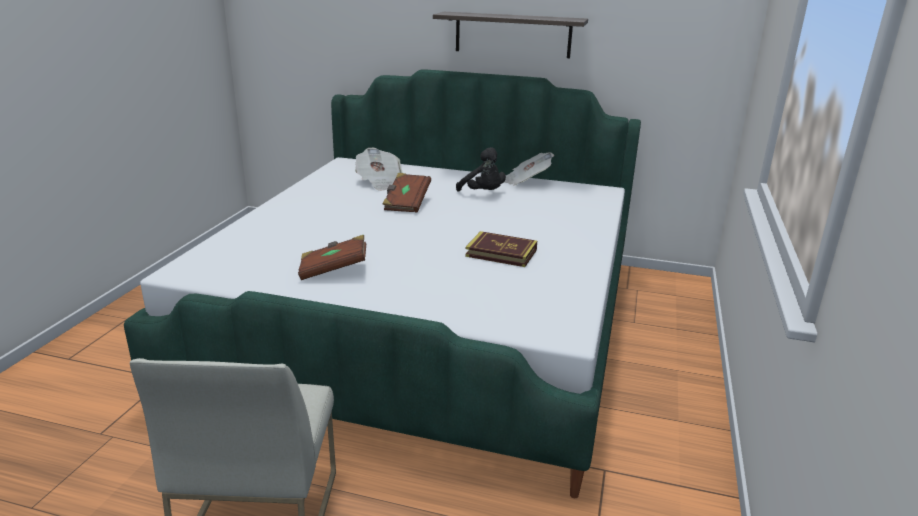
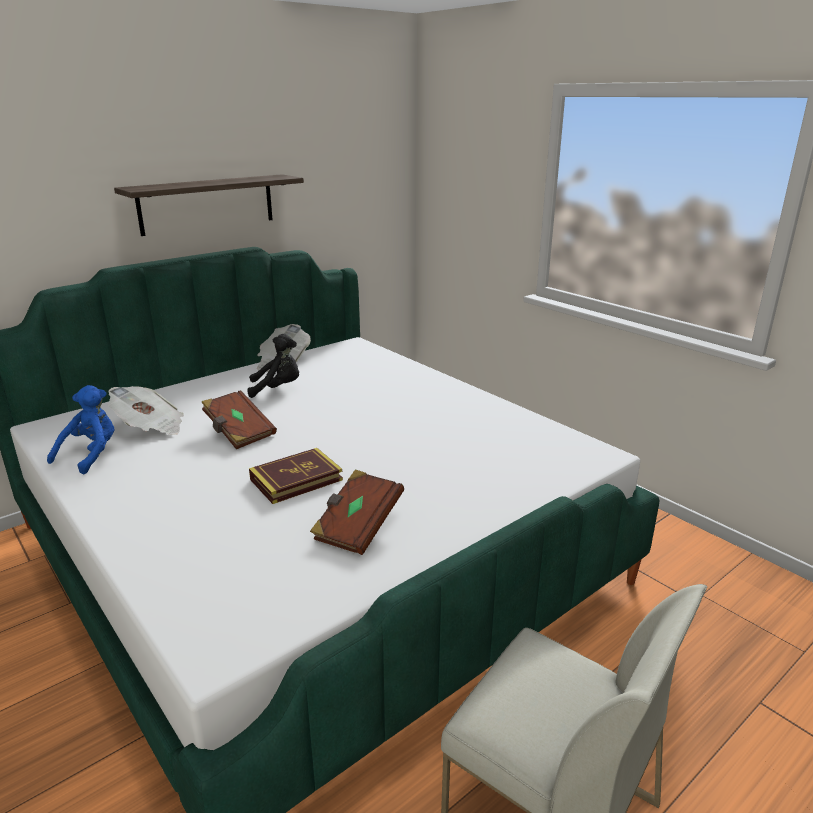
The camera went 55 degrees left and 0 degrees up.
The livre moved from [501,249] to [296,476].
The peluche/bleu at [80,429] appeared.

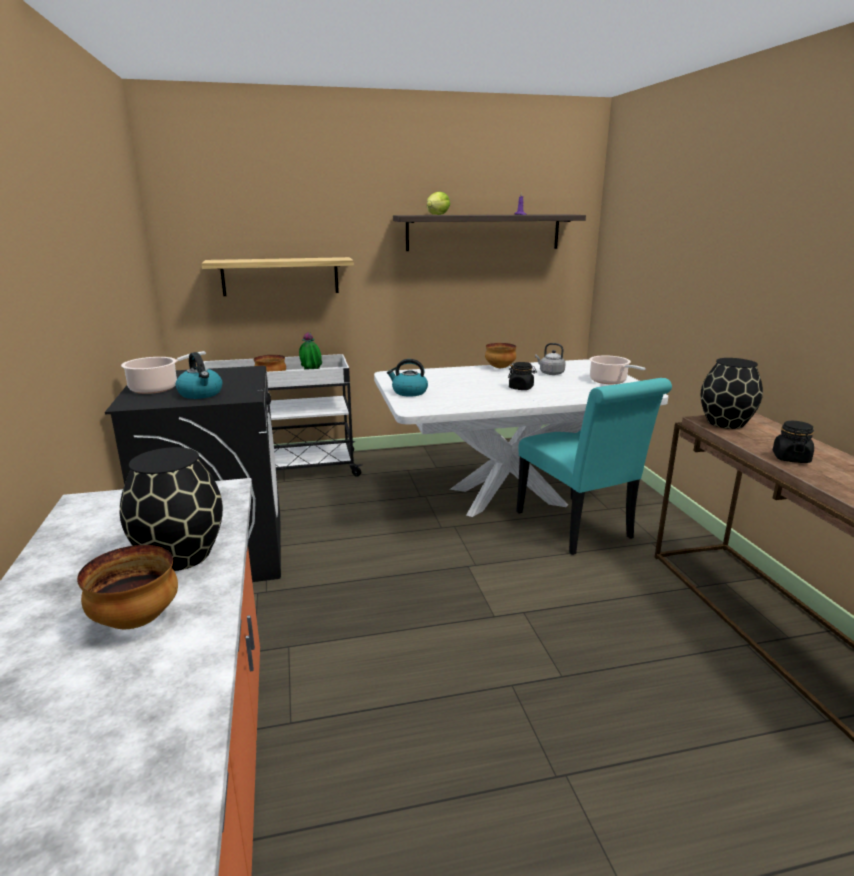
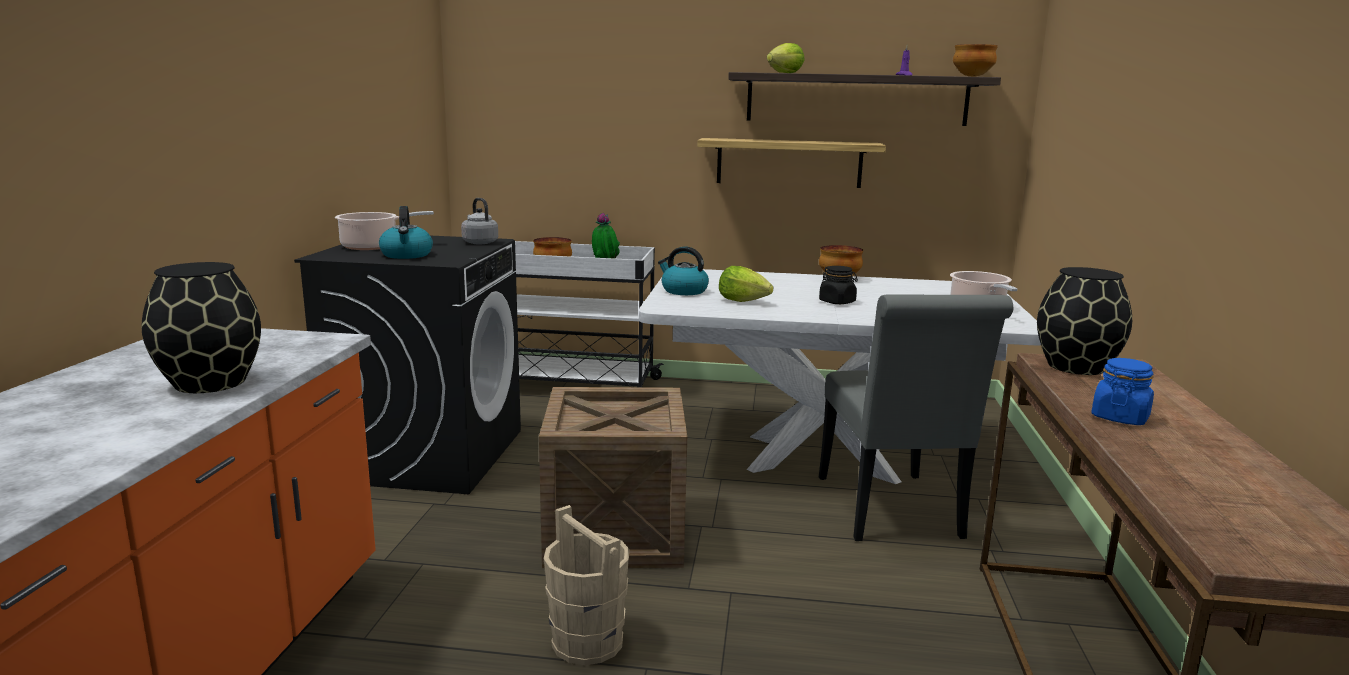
The camera went 20 degrees right and 5 degrees down.
The bol moved from [127,587] to [975,60].
The étagère moved from [277,276] to [791,163].
The chaise/turquoise at [594,466] became the chaise/gris at [916,417].
The bouilloire/gris moved from [550,359] to [479,221].
The bocal/noir at [793,442] became the bocal/bleu at [1122,391].
The caisse at [613,477] appeared.
The seau/beige at [586,585] appeared.
The laitue at [746,284] appeared.

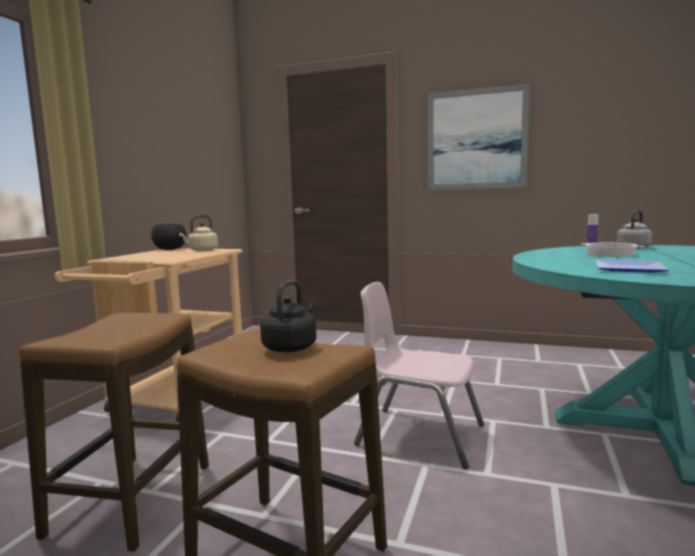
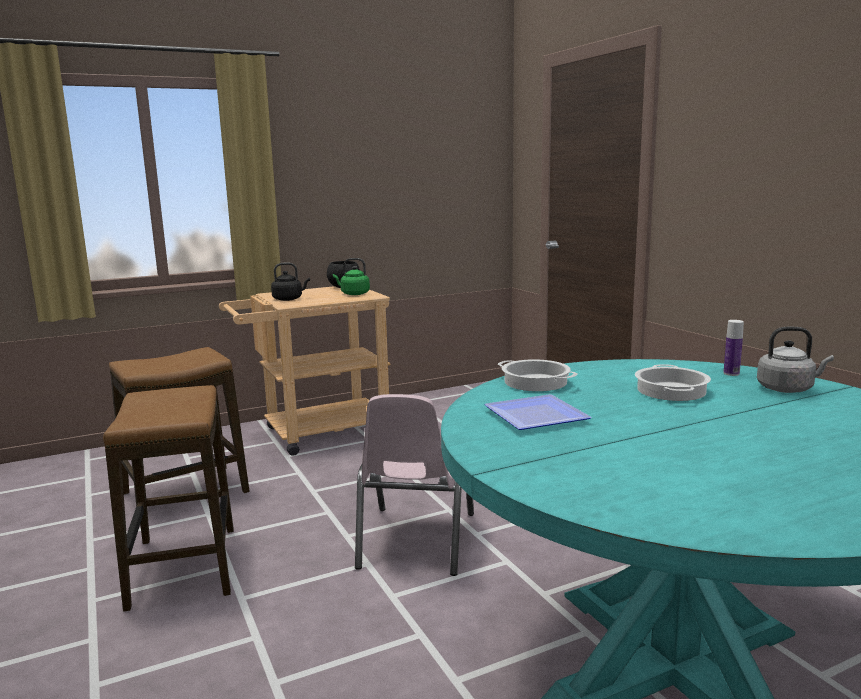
The camera went 45 degrees right and 5 degrees up.
The bouilloire/beige at [198,233] became the bouilloire/vert at [351,276].
The bouilloire/noir moved from [288,316] to [290,282].
The chaise/rose at [419,375] turned 150 degrees counterclockwise.
The tableau at [479,136] disappeared.
The marmite at [537,375] appeared.

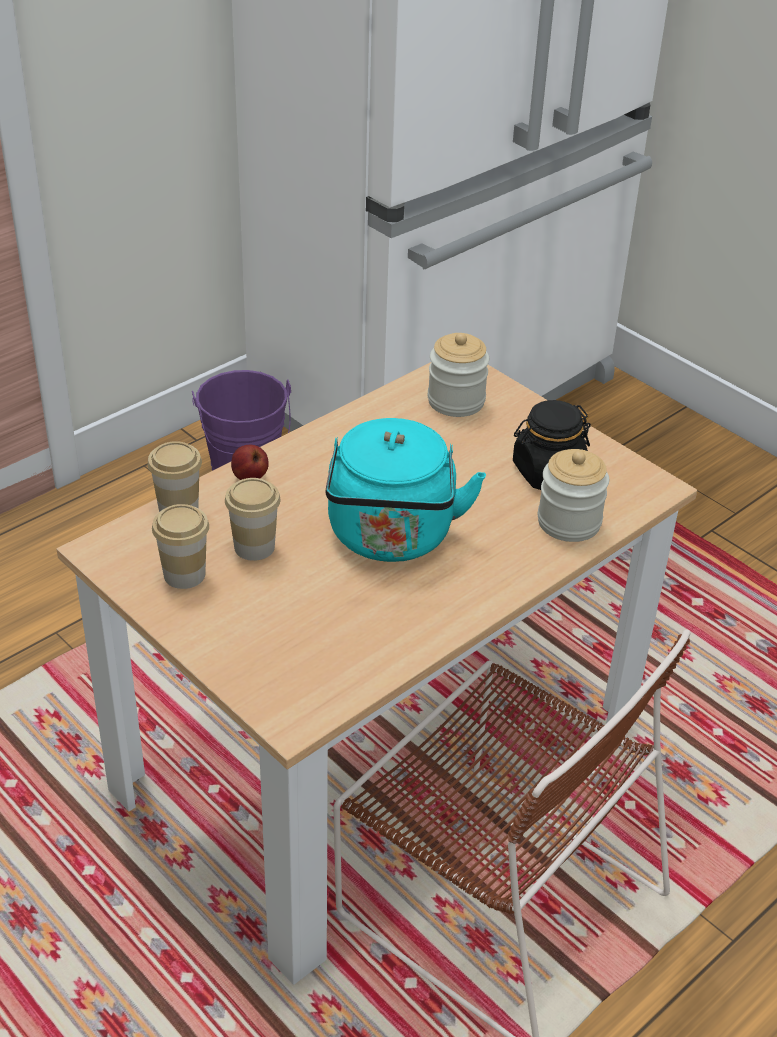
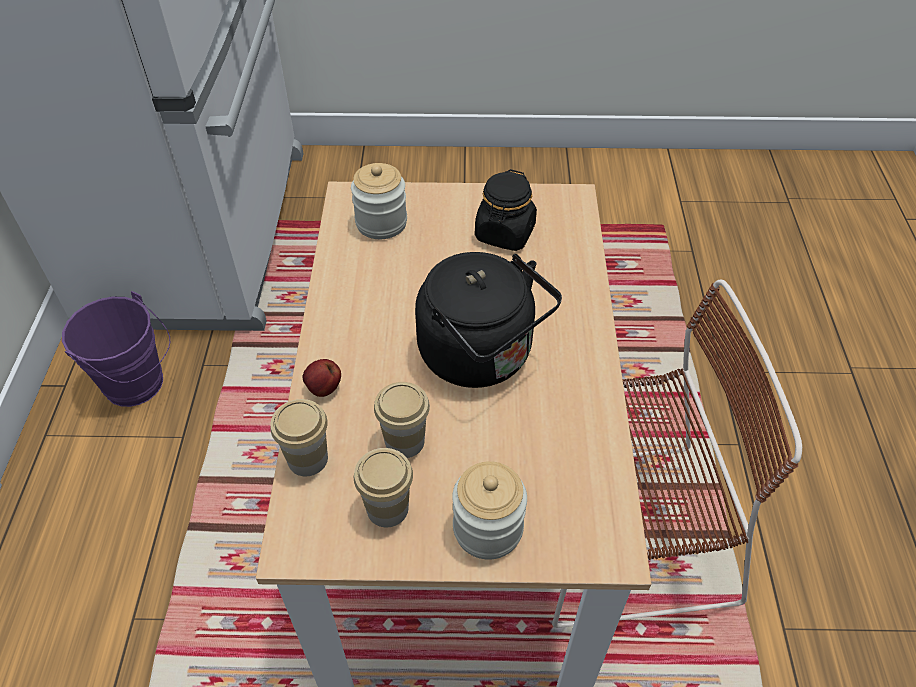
The camera went 45 degrees left and 10 degrees up.
The bouilloire/turquoise at [405,490] became the bouilloire/noir at [488,320].
The bocal moved from [573,495] to [489,510].

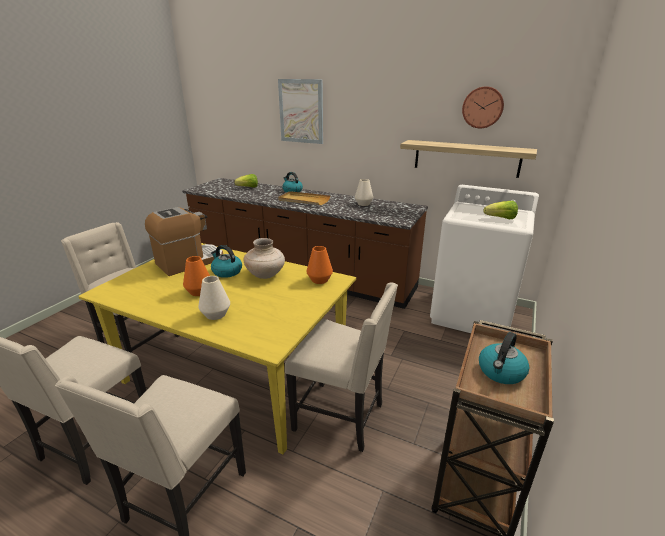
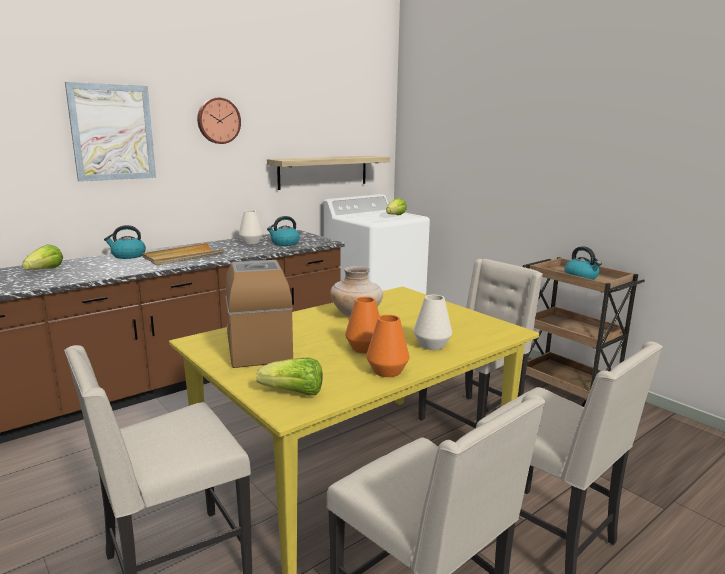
The camera went 65 degrees left and 10 degrees down.
The bouilloire moved from [226,261] to [283,231].
The vase/orange moved from [319,265] to [388,346].
The horloge murale moved from [483,107] to [219,121].
The laitue at [289,376] appeared.

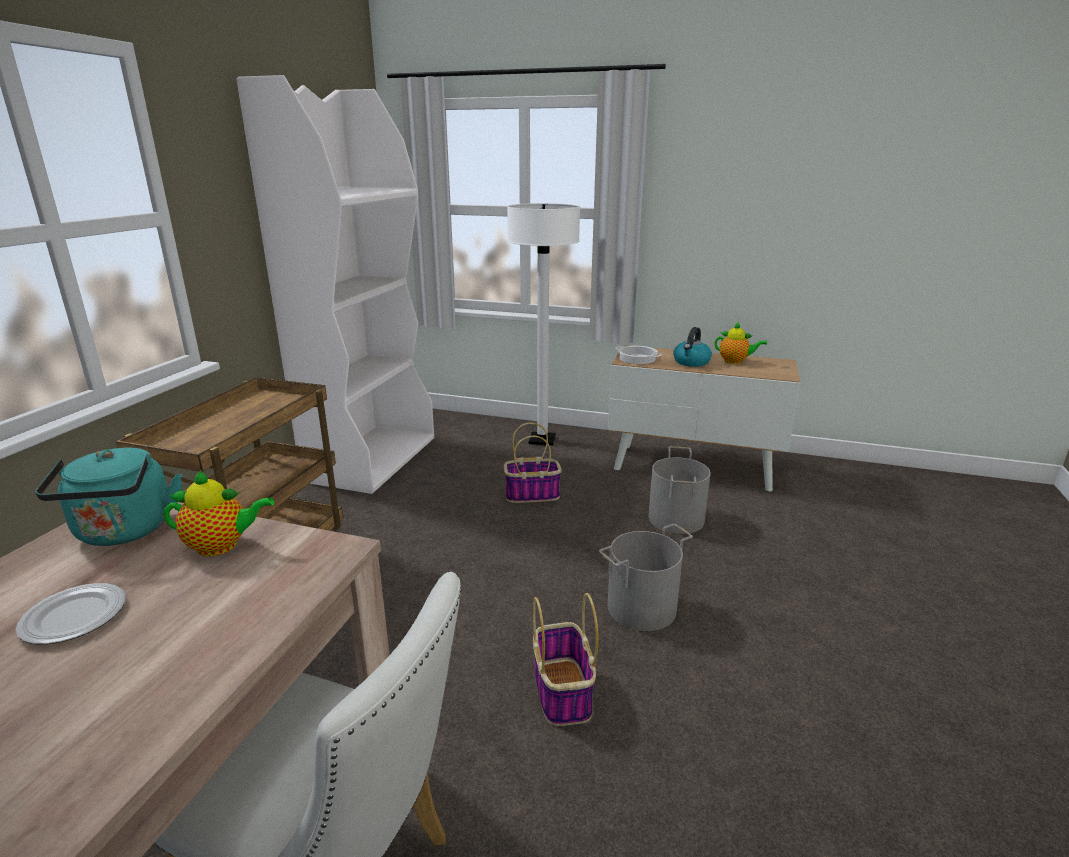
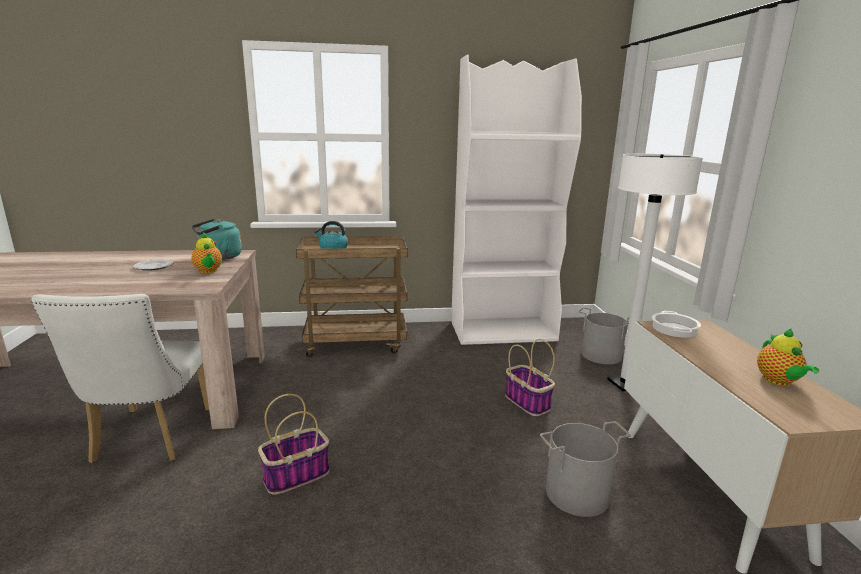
The camera went 65 degrees right and 5 degrees down.
The seau/gris moved from [646,577] to [604,335].
The bouilloire moved from [692,347] to [332,235].

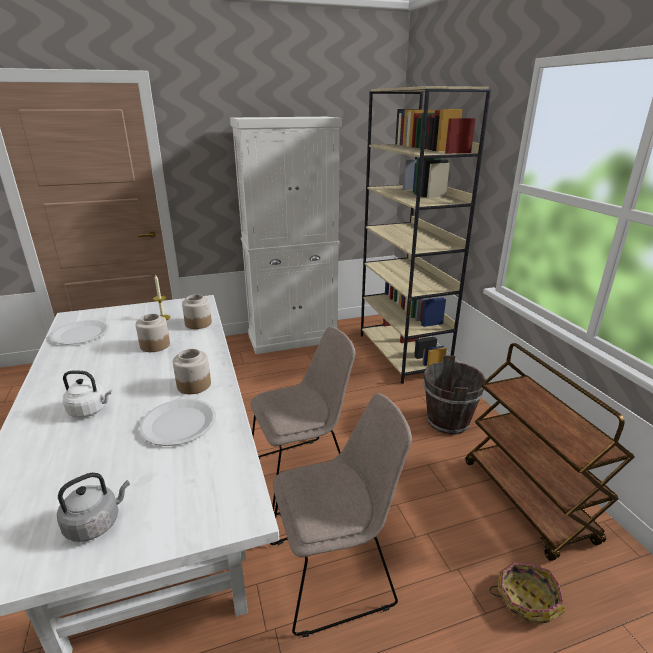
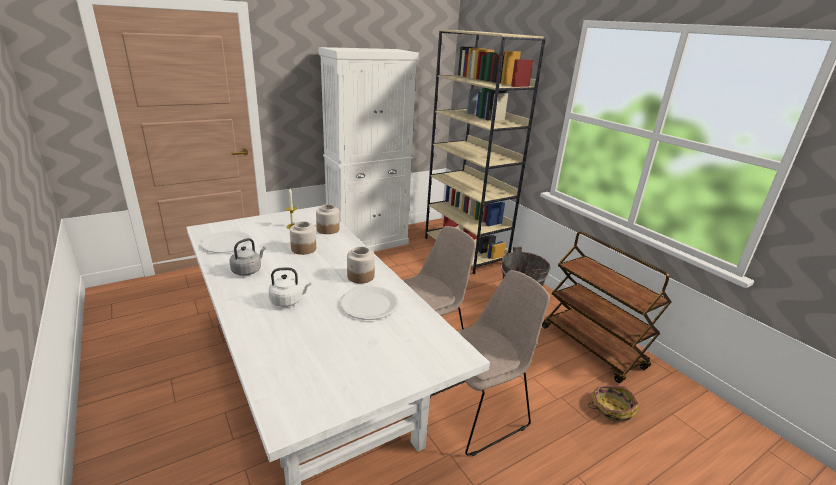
The camera went 15 degrees left and 0 degrees up.
The bouilloire/gris moved from [93,507] to [247,257].

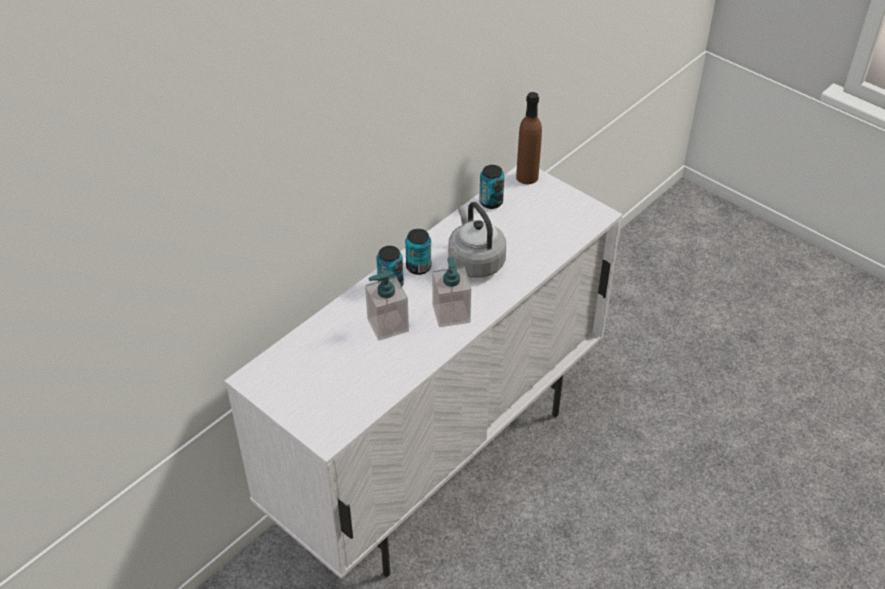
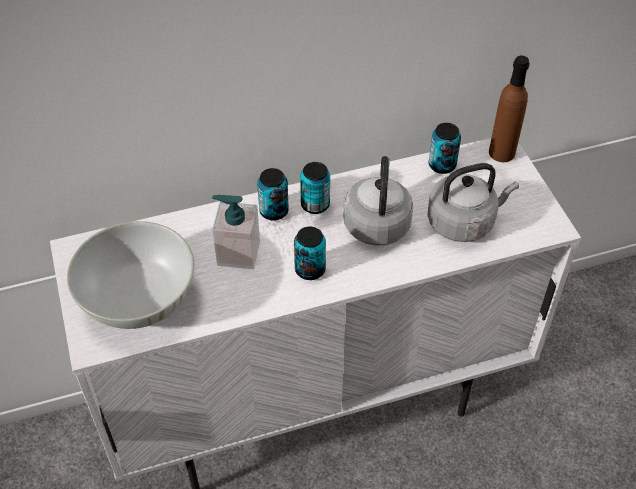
The camera went 30 degrees right and 5 degrees up.
The distributeur de savon at [451,292] was replaced by the boîte métallique at [310,253].
The bol/blanc at [130,275] appeared.
The bouilloire/gris at [473,202] appeared.

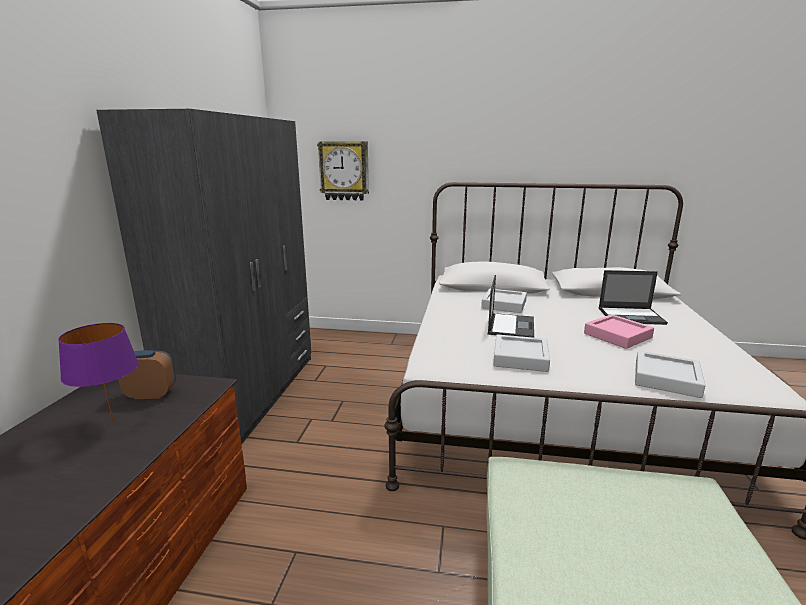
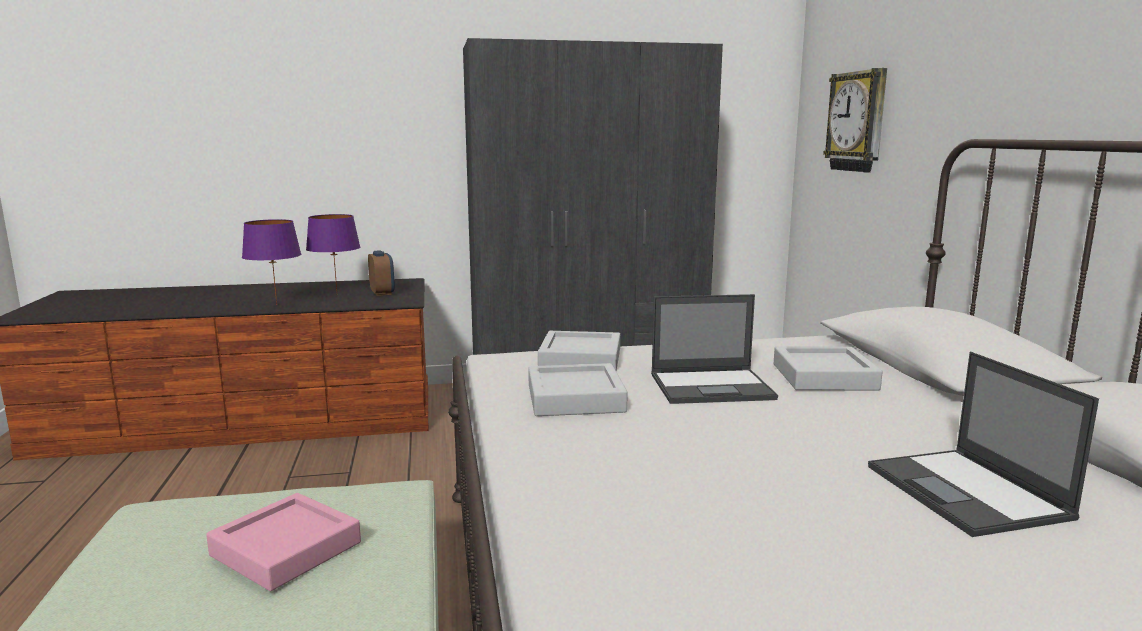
The camera went 70 degrees right and 5 degrees down.
The plateau/rose moved from [619,331] to [283,542].
The plateau/gris moved from [670,374] to [579,350].
The lampe de table/violet at [271,262] appeared.

